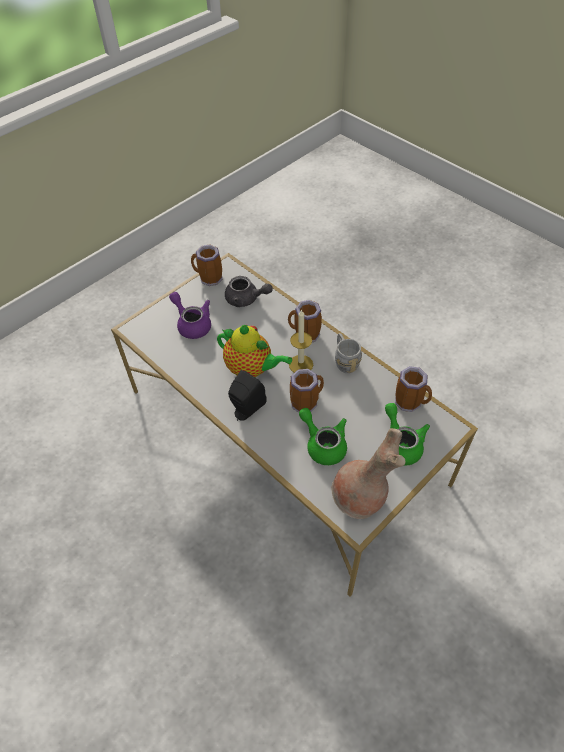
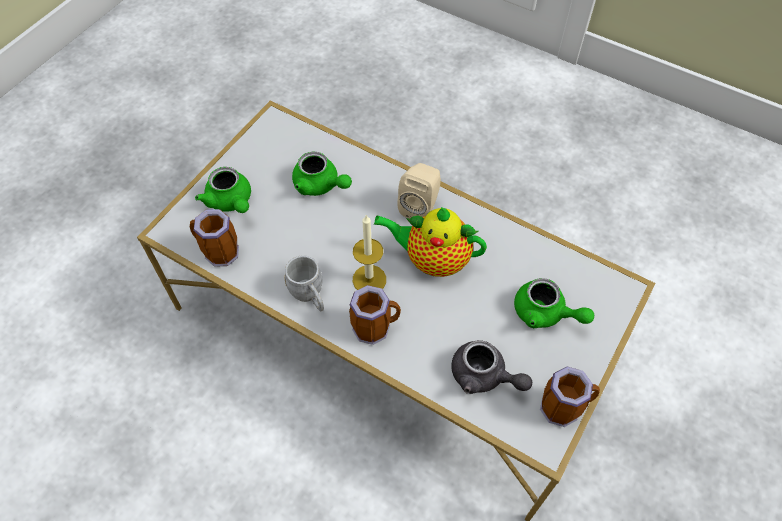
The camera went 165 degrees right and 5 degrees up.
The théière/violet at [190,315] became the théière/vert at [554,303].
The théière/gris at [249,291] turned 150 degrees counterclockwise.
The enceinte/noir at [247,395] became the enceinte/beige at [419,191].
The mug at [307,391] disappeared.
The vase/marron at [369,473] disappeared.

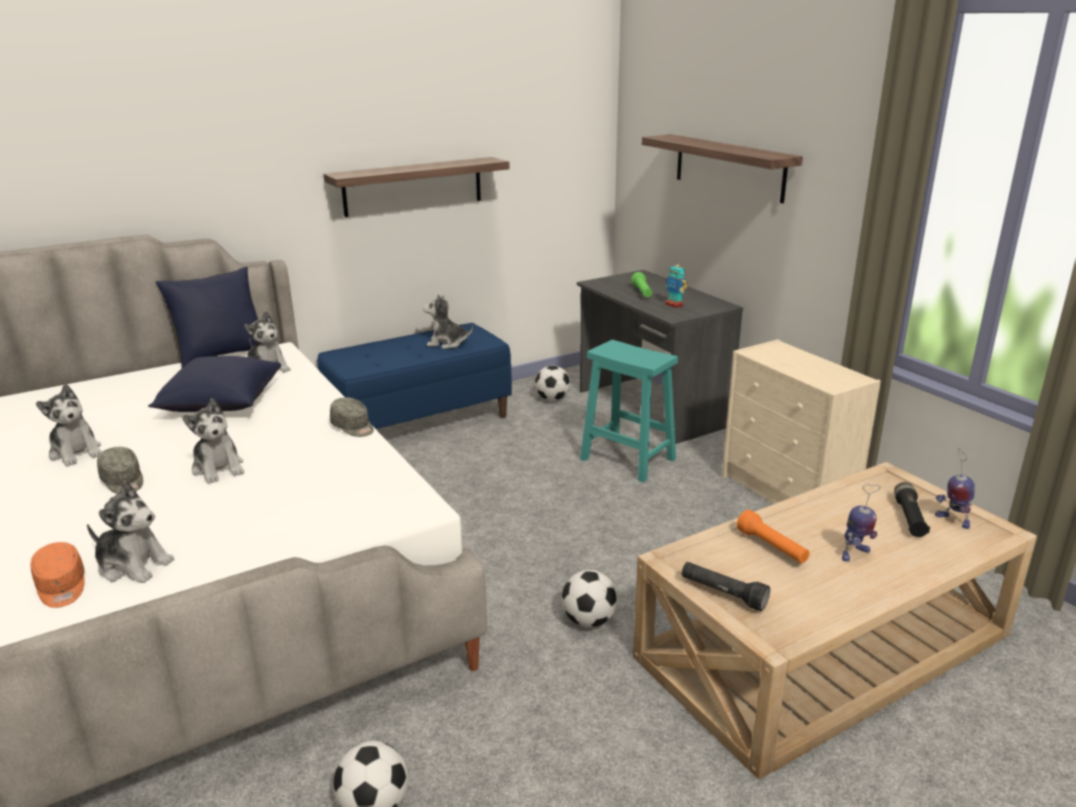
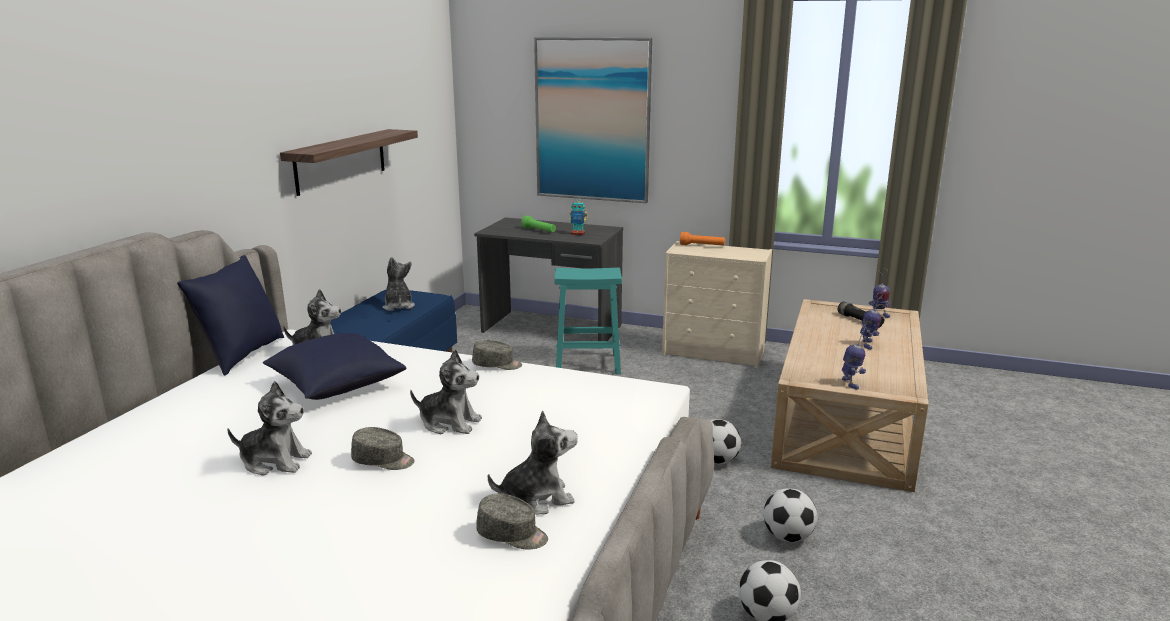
The camera went 40 degrees left and 5 degrees down.
The casquette/orange at [58,575] became the casquette/gris at [512,521].
The peluche at [448,321] turned 105 degrees clockwise.
The ballon de foot moved from [552,383] to [790,515].
The étagère at [722,168] was replaced by the tableau at [593,120].
The lampe de poche/noir at [726,586] was replaced by the robot jouet at [854,357].
The lampe de poche/orange moved from [773,536] to [702,239].

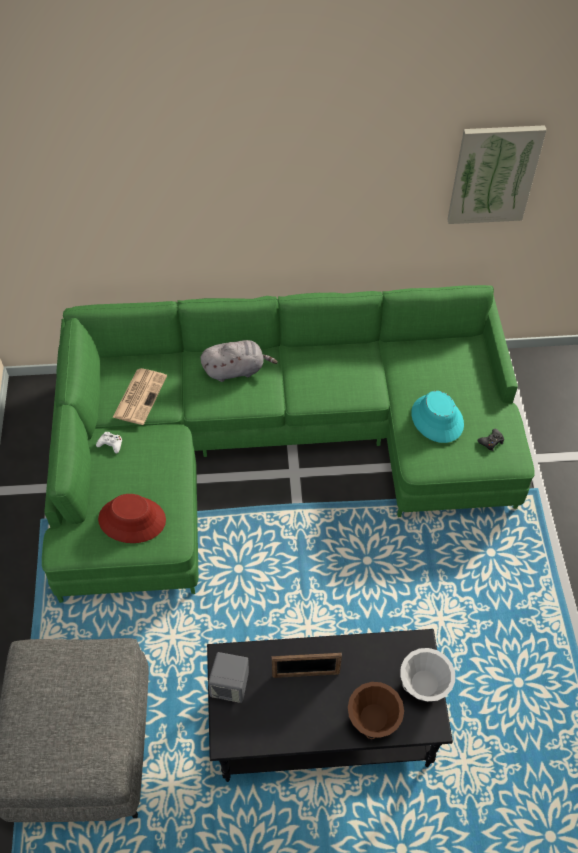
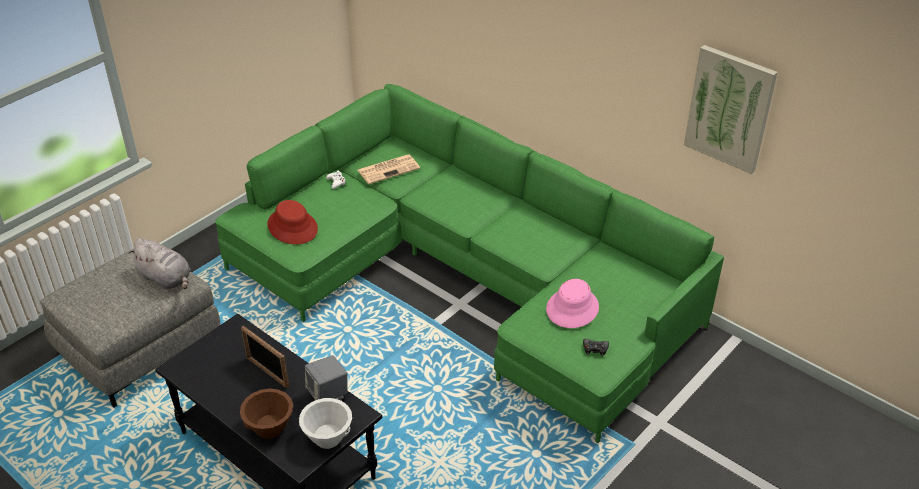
The camera went 45 degrees right and 15 degrees down.
The peluche/gris moved from [239,361] to [160,264].
The enceinte/gris moved from [228,677] to [326,377].
The chapeau/turquoise at [437,417] became the chapeau/rose at [572,303].

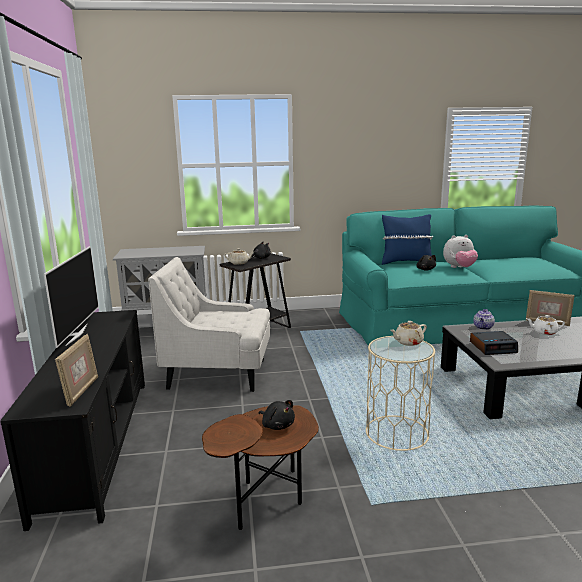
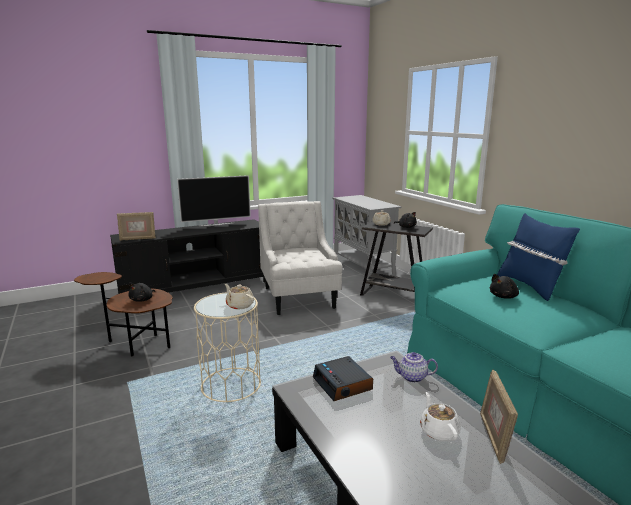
The camera went 70 degrees right and 0 degrees up.
The peluche at [460,251] disappeared.

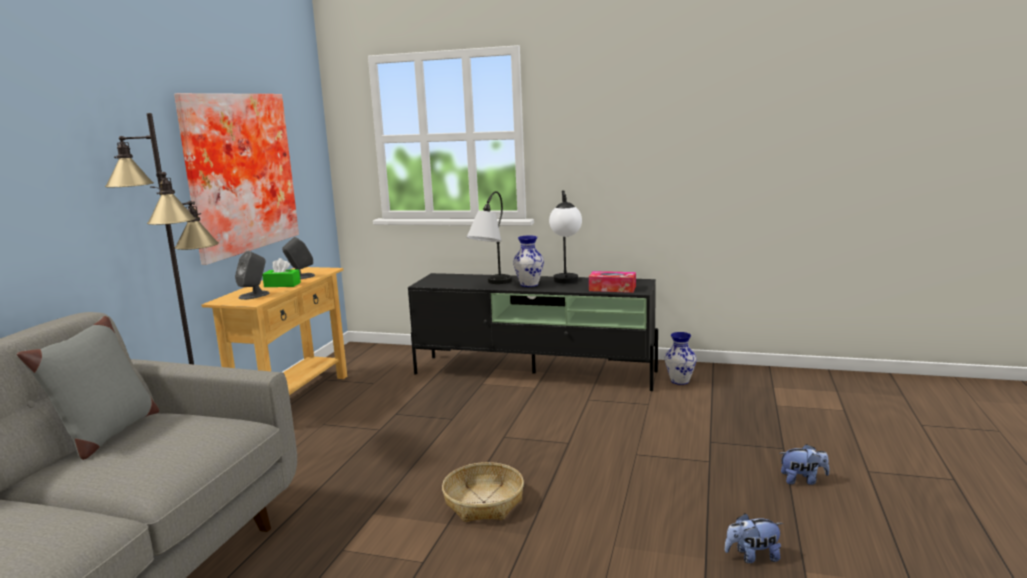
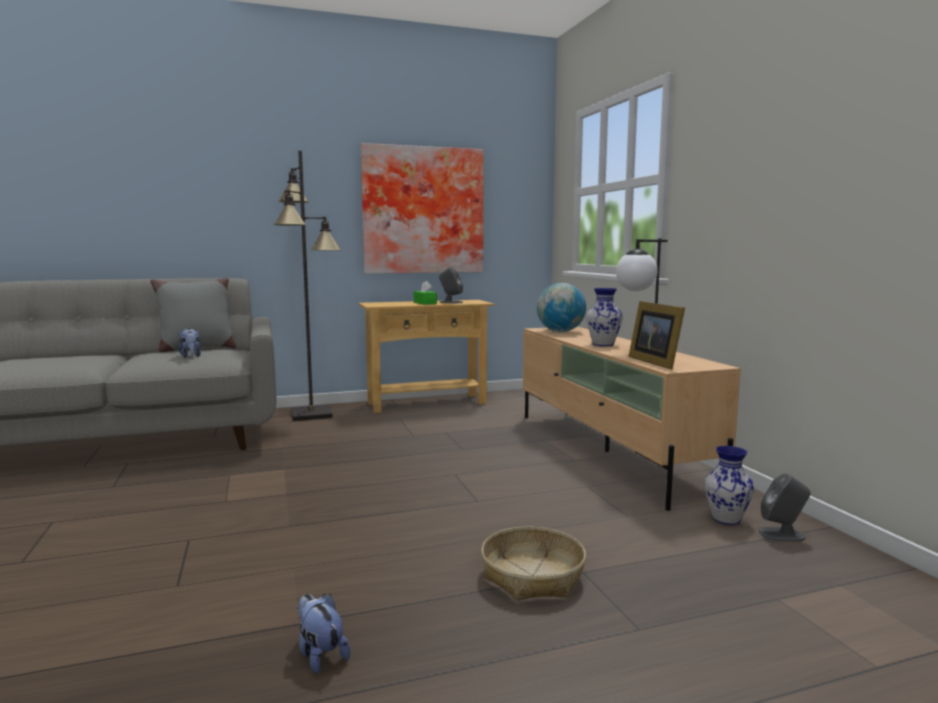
The camera went 55 degrees right and 5 degrees down.
The enceinte/gris moved from [252,275] to [784,507].
The meuble télé/noir at [533,332] became the meuble télé/beige at [632,419].
The panier moved from [483,492] to [533,564].
The lampe de table at [489,237] disappeared.
The boîte à mouchoirs at [612,282] was replaced by the cadre photo at [657,335].
The peluche moved from [805,464] to [190,343].
The globe at [561,307] appeared.

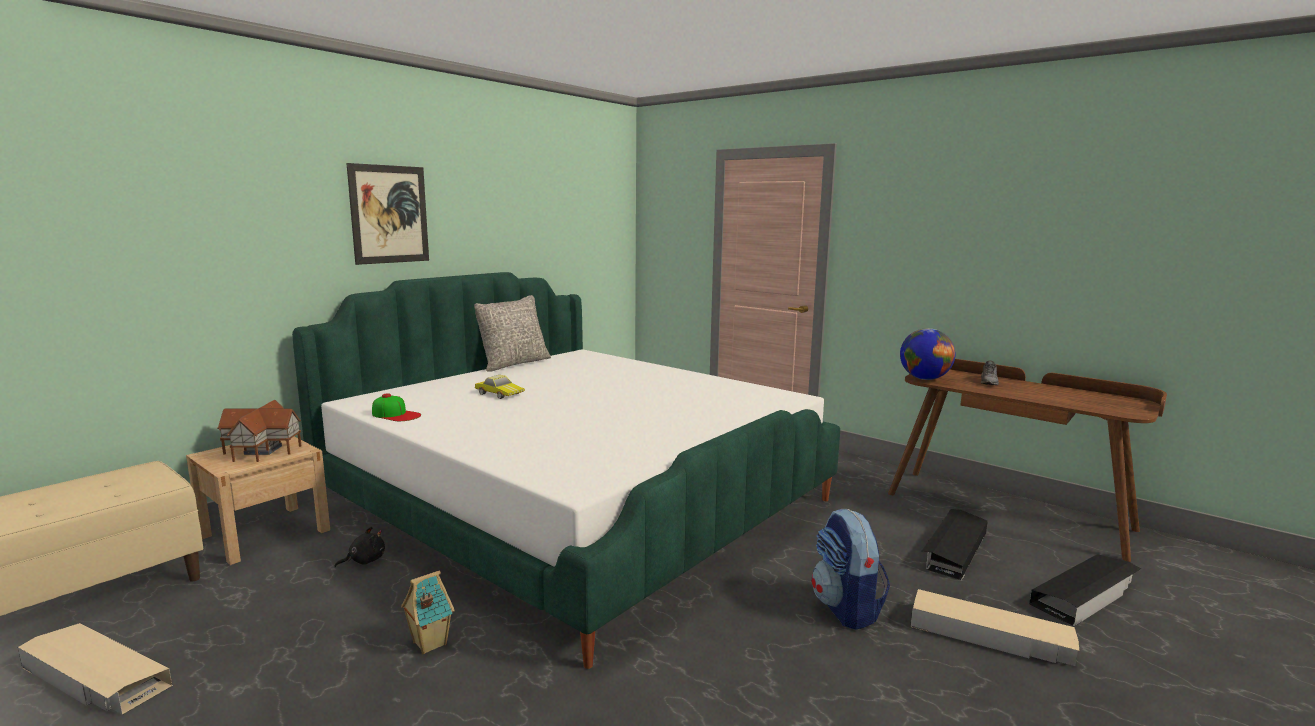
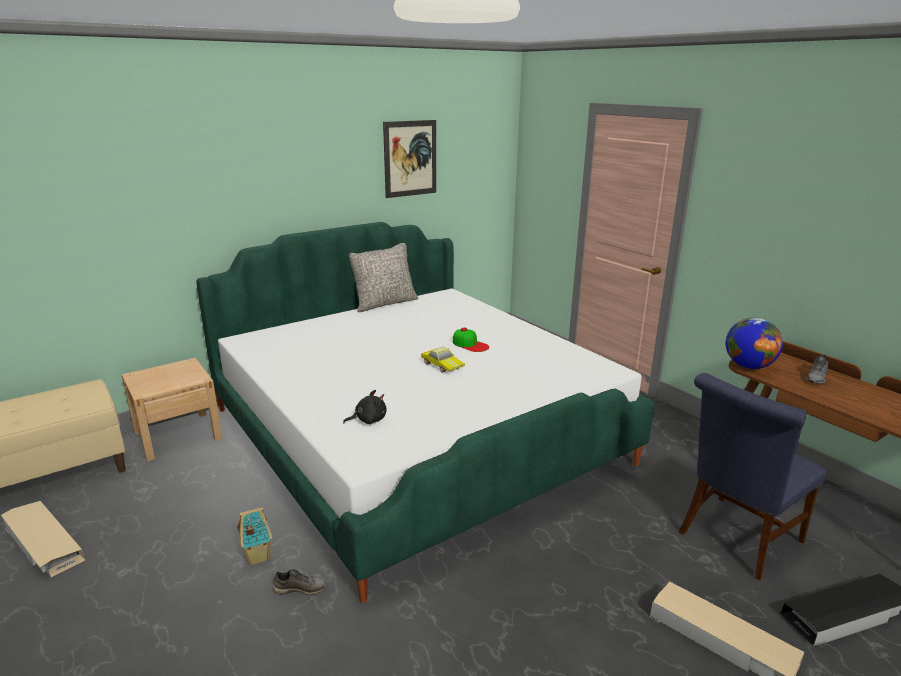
The camera went 15 degrees right and 10 degrees up.
The maison miniature at [259,431] disappeared.
The peluche/noir moved from [359,546] to [364,407].
The tableau moved from [387,214] to [409,159].
The casquette moved from [396,407] to [471,340].
The petite voiture moved from [500,387] to [443,359].
The sac à dos at [851,569] disappeared.
The boîte de rangement/noir at [955,544] was replaced by the chaise/bleu at [752,477].
The chaussure/gris at [300,582] appeared.

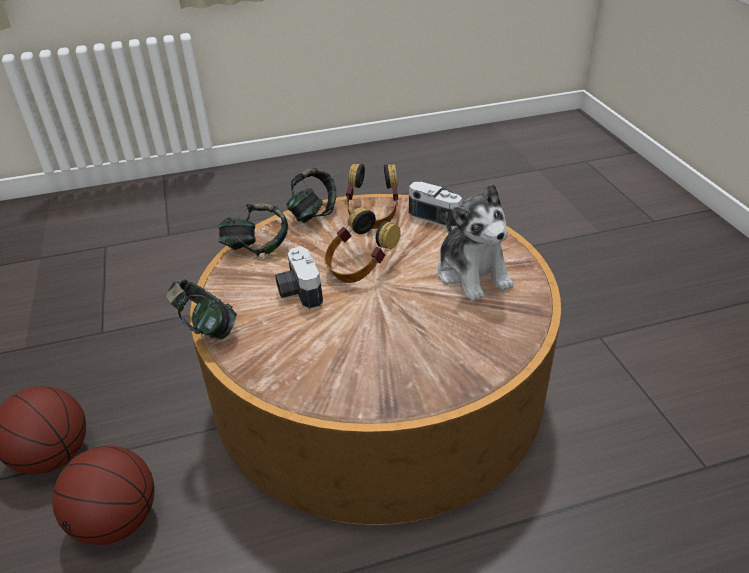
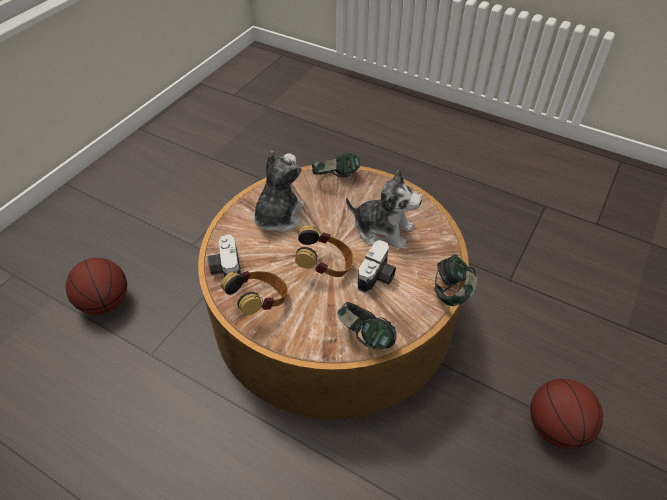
The camera went 135 degrees left and 10 degrees up.
The ballon de basket moved from [103,495] to [96,286].
The casque audio moved from [311,195] to [336,164].
The peluche at [384,209] appeared.

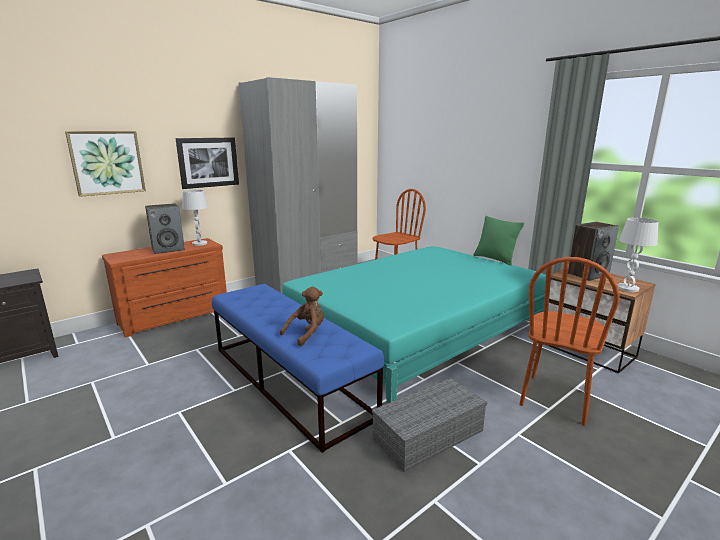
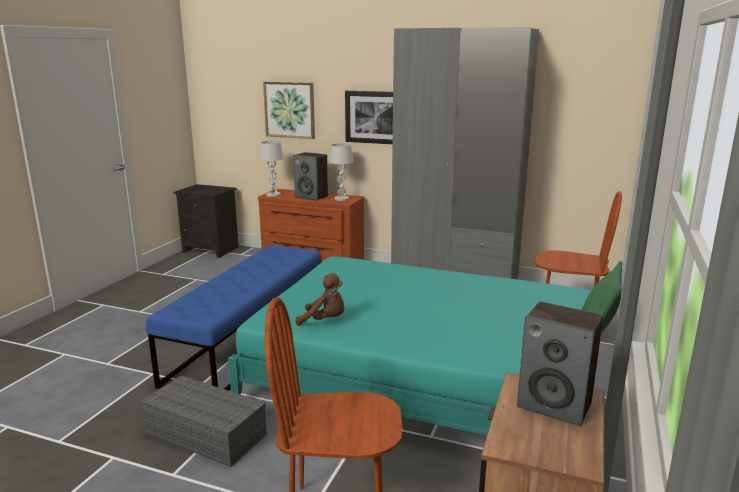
The camera went 60 degrees right and 0 degrees up.
The peluche/marron moved from [302,316] to [320,299].
The lampe de table/blanc moved from [637,255] to [271,169].

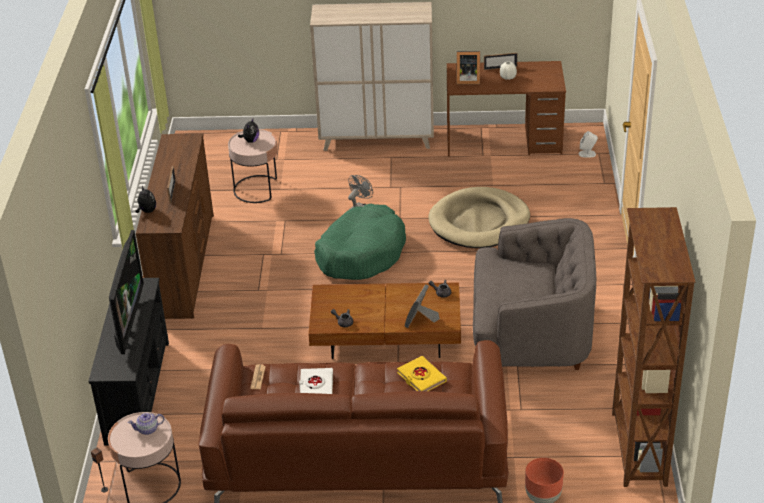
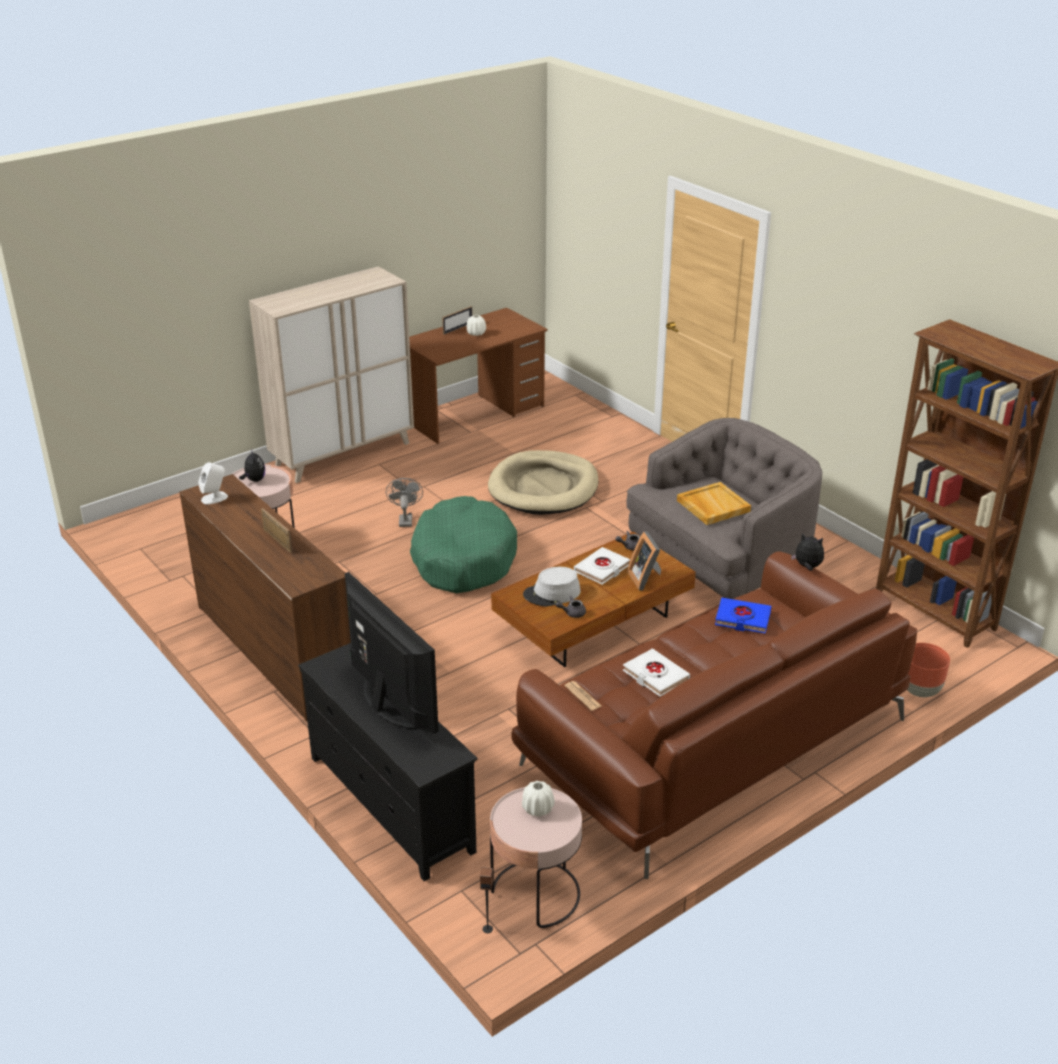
The camera went 40 degrees left and 5 degrees down.
The théière at [146,423] was replaced by the vase/blanc at [538,799].
The peluche moved from [145,199] to [807,552].
The livre/jaune at [422,373] became the livre/bleu at [743,615].
The cadre photo at [468,67] disappeared.
The enceinte/blanc moved from [588,144] to [213,483].
The chapeau/gris at [552,587] appeared.
The livre/blanc at [602,566] appeared.
The plateau/beige at [714,503] appeared.

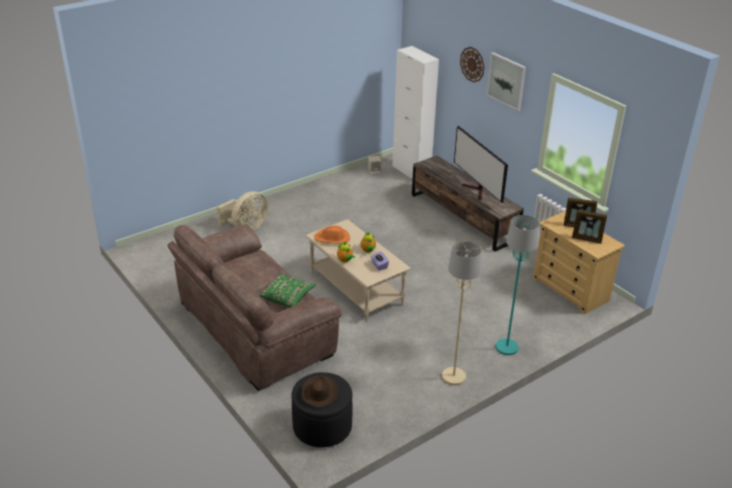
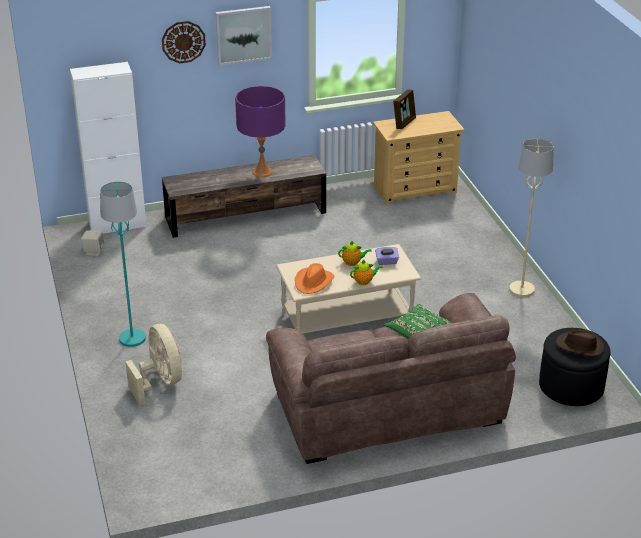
The camera went 70 degrees left and 0 degrees up.
The téléviseur at [481,164] was replaced by the lampe de table/violet at [260,131].
The lampadaire/turquoise moved from [518,285] to [123,264].
The cadre photo at [589,227] disappeared.

